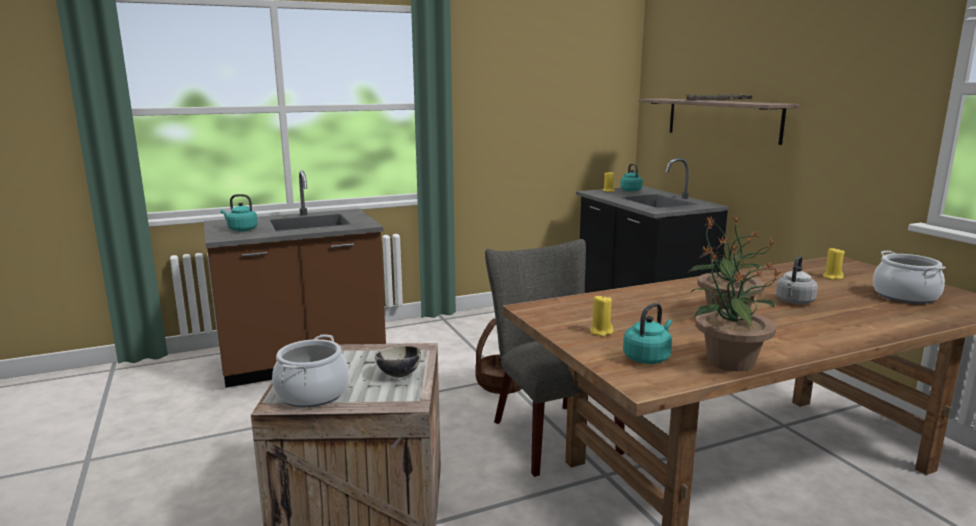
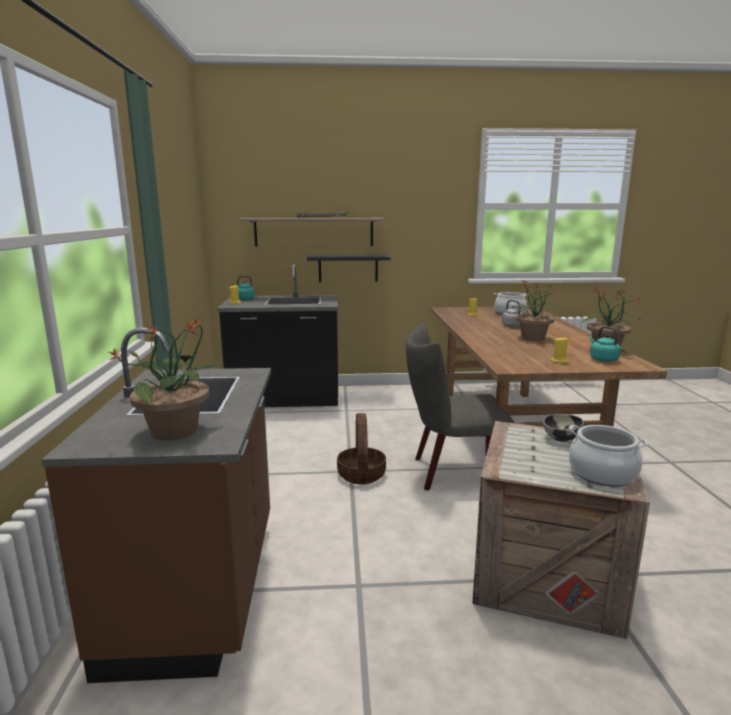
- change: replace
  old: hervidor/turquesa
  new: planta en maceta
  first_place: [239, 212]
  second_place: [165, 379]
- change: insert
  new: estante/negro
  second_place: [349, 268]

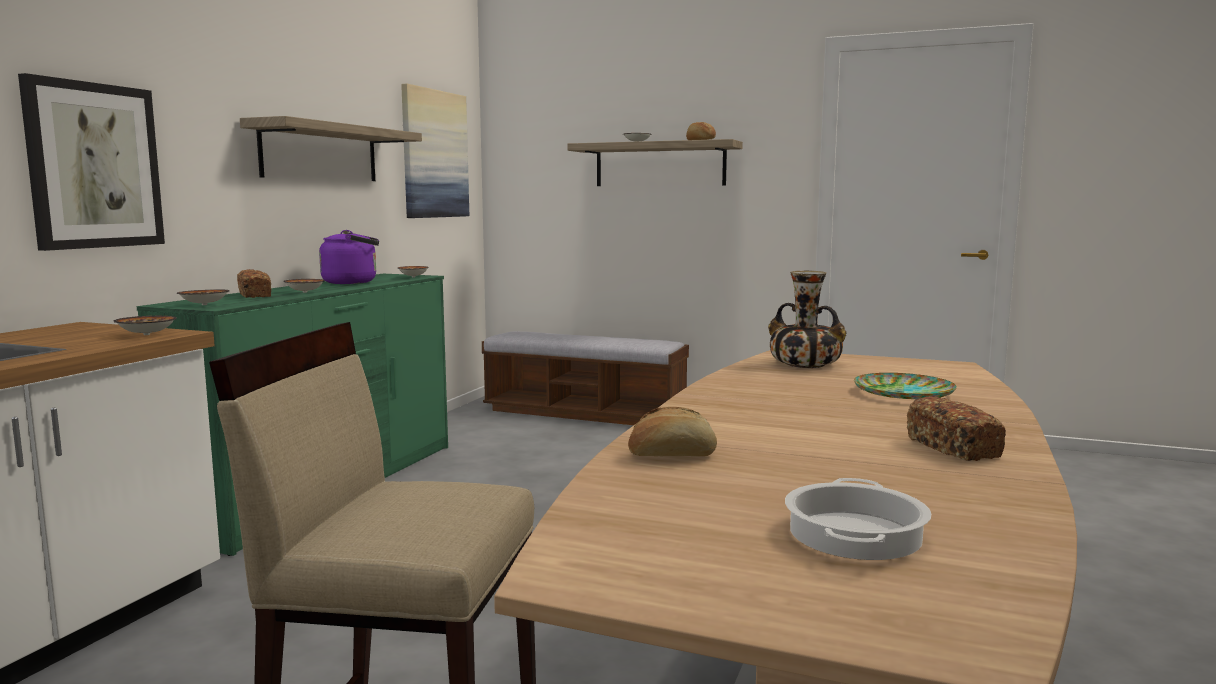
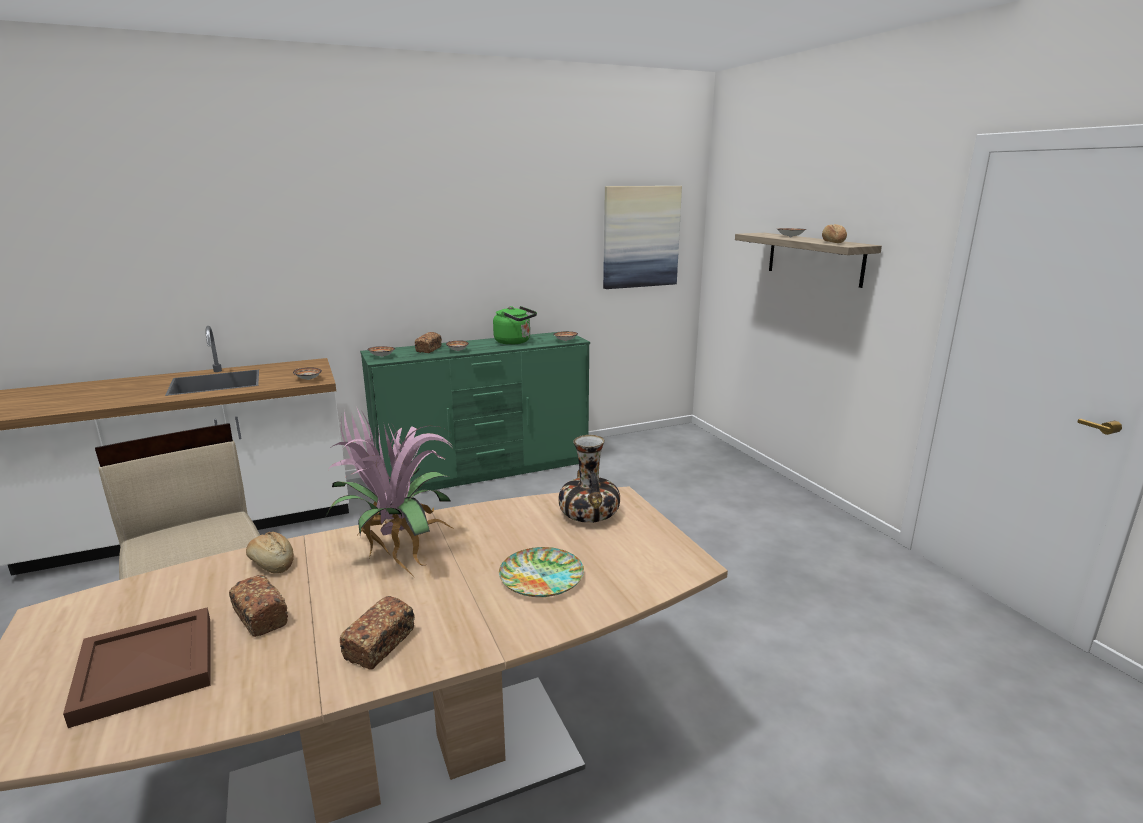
- change: delete
  old: cuadro
  first_place: [91, 162]
- change: delete
  old: estante
  first_place: [331, 148]
- change: recolor
  old: hervidor/morado
  new: hervidor/verde
  first_place: [349, 257]
  second_place: [515, 325]
- change: delete
  old: banco
  first_place: [585, 378]
- change: replace
  old: olla
  new: bandeja/marrón
  first_place: [858, 519]
  second_place: [137, 667]
- change: insert
  new: pan
  second_place: [258, 606]
- change: insert
  new: planta en maceta
  second_place: [390, 494]

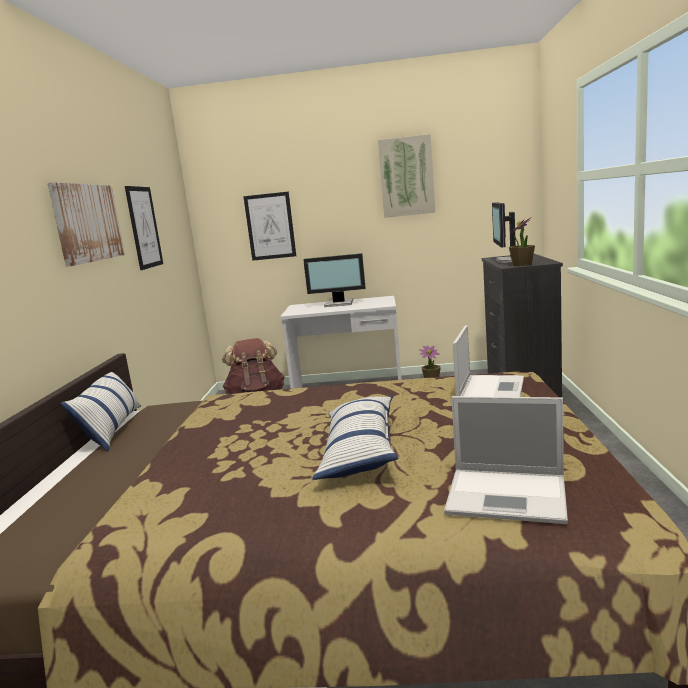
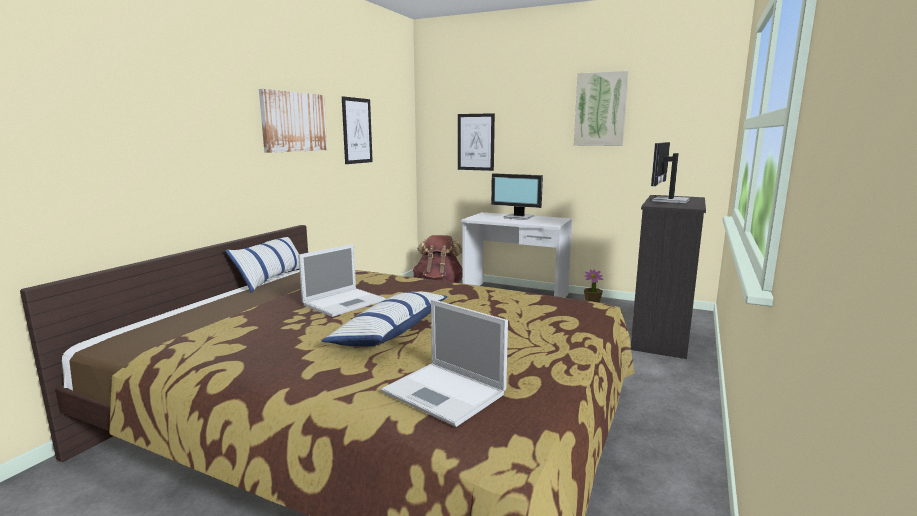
- change: move
  old: portátil
  first_place: [488, 361]
  second_place: [342, 280]
- change: delete
  old: planta en maceta
  first_place: [522, 241]

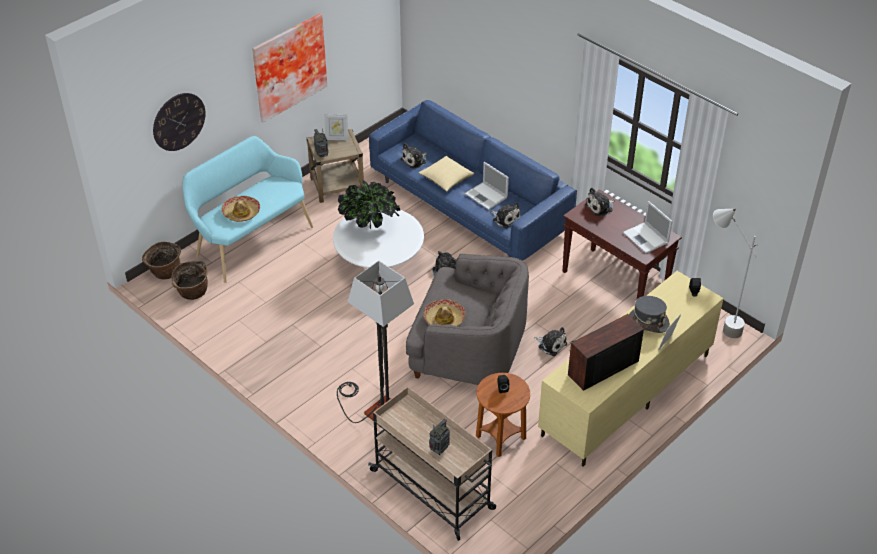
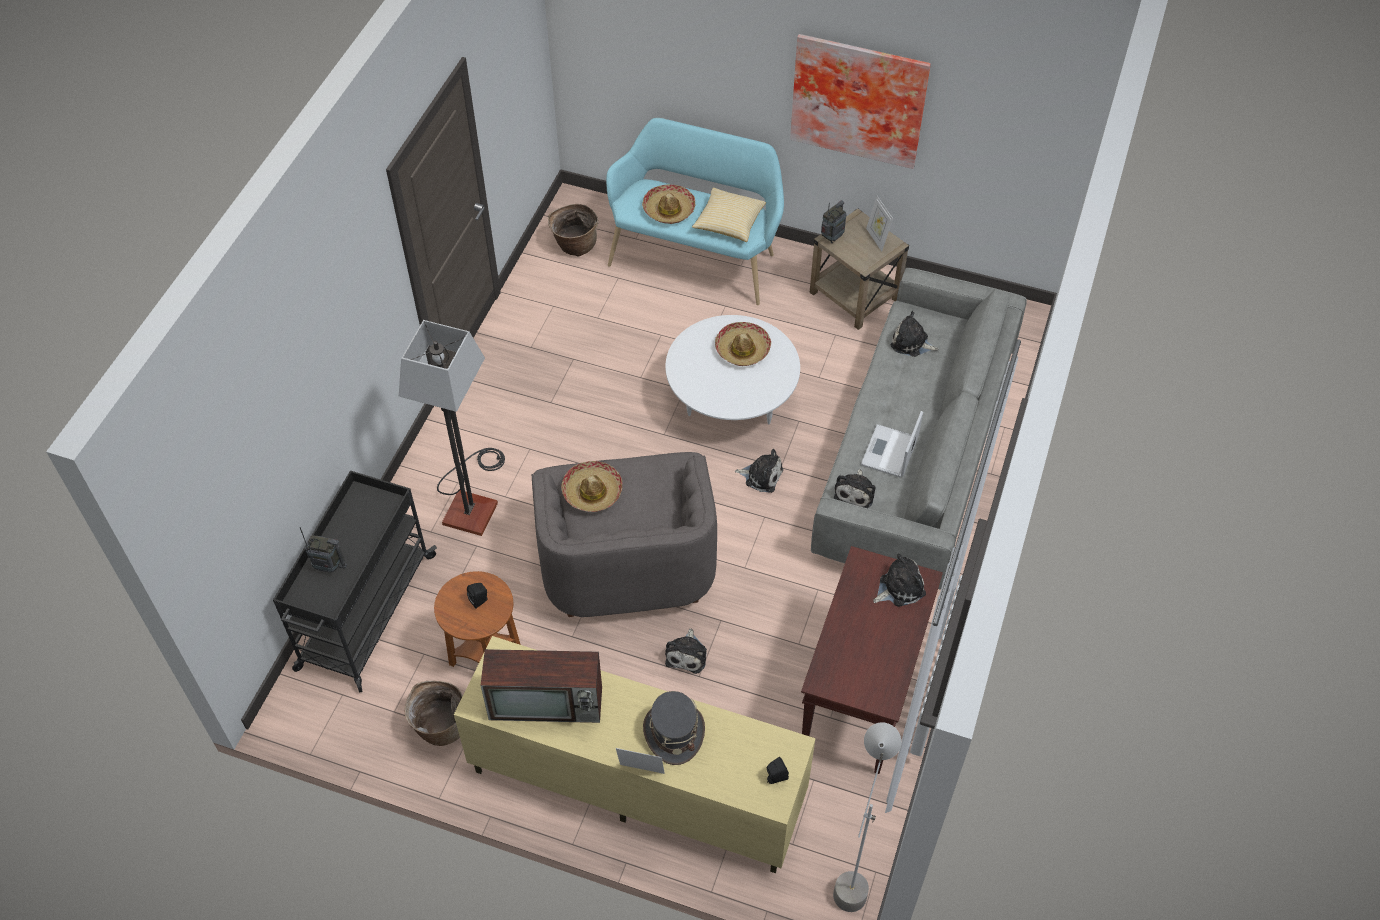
- change: move
  old: cesta
  first_place: [161, 260]
  second_place: [434, 713]
- change: delete
  old: reloj de pared
  first_place: [179, 122]
- change: replace
  old: planta en maceta
  new: sombrero
  first_place: [369, 204]
  second_place: [743, 344]
- change: recolor
  old: carrito/beis
  new: carrito/negro
  first_place: [432, 463]
  second_place: [355, 582]
- change: recolor
  old: sofá/azul
  new: sofá/gris
  first_place: [473, 180]
  second_place: [919, 429]
- change: move
  old: cojín
  first_place: [446, 174]
  second_place: [729, 215]
- change: rotate
  old: televisor
  first_place: [606, 352]
  second_place: [541, 686]
  degrees: 150
- change: rotate
  old: peluche
  first_place: [600, 201]
  second_place: [899, 580]
  degrees: 120
- change: delete
  old: portátil
  first_place: [647, 227]

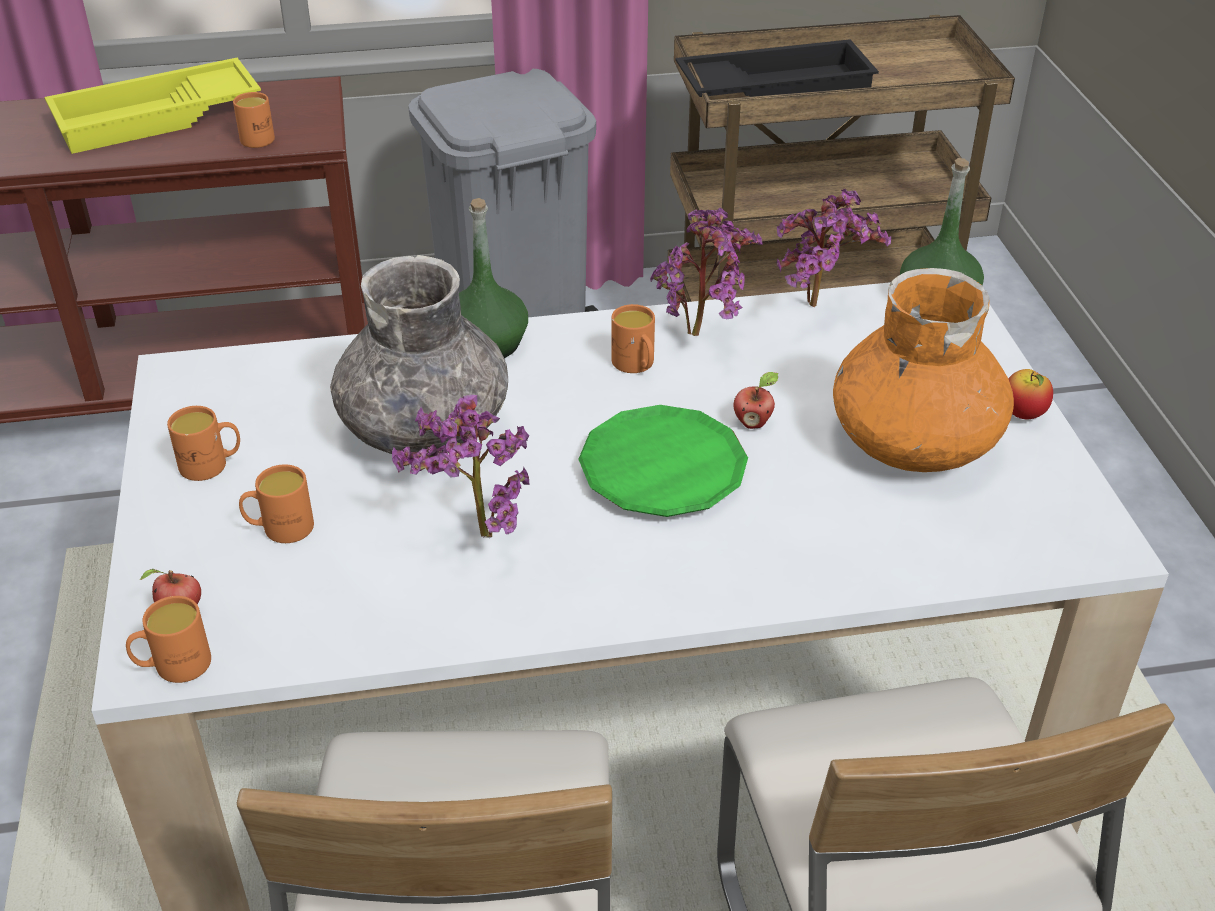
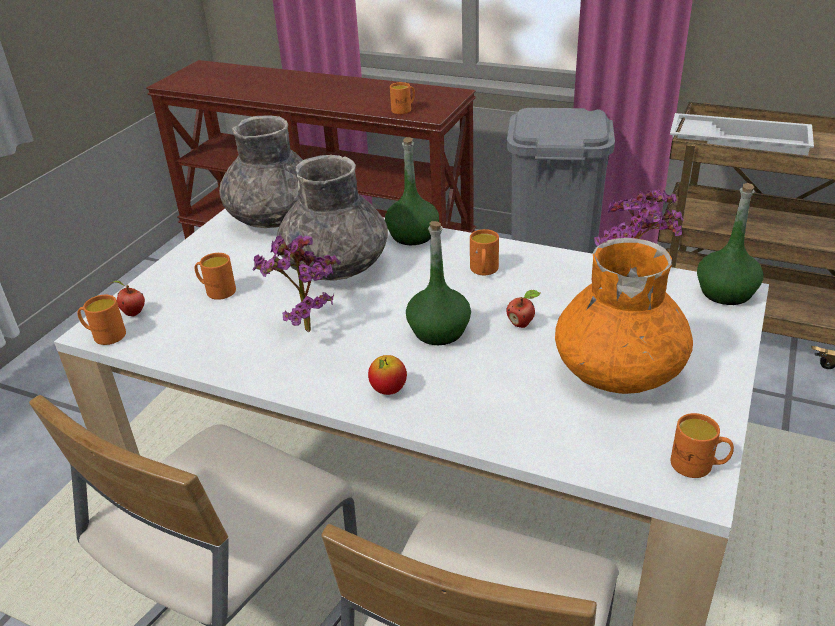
- change: delete
  old: bandeja/amarillo
  first_place: [152, 106]
- change: move
  old: taza grande/naranja
  first_place: [203, 443]
  second_place: [702, 445]
- change: replace
  old: plato/verde
  new: botella/verde
  first_place: [663, 461]
  second_place: [438, 283]
- change: delete
  old: planta en maceta
  first_place: [706, 272]
- change: recolor
  old: bandeja/negro
  new: bandeja/blanco
  first_place: [777, 68]
  second_place: [742, 134]
- change: move
  old: manzana
  first_place: [1030, 394]
  second_place: [387, 375]
- change: insert
  new: florero/gris
  second_place: [261, 171]

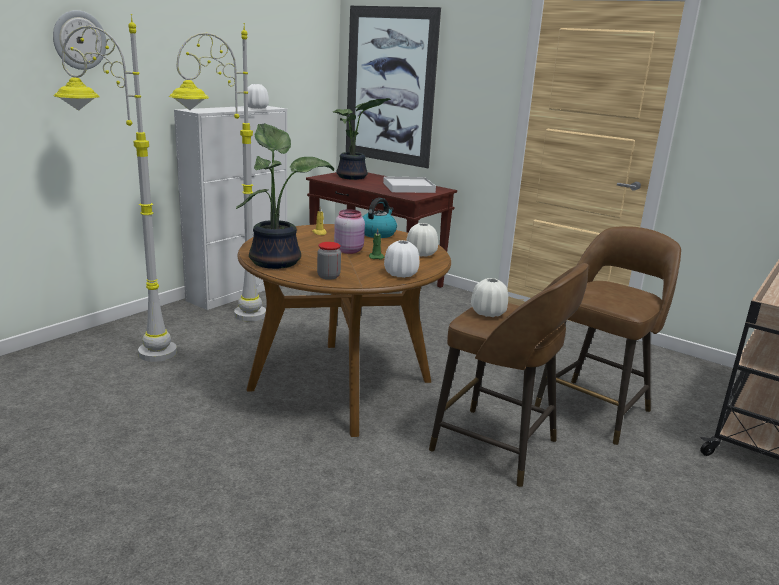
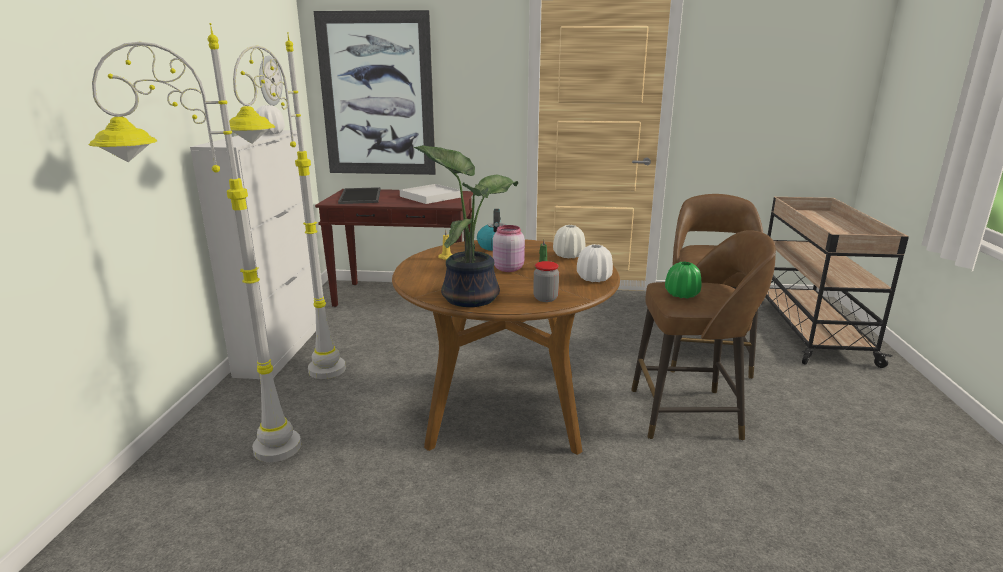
- change: move
  old: reloj de pared
  first_place: [79, 40]
  second_place: [270, 81]
- change: replace
  old: planta en maceta
  new: bandeja
  first_place: [362, 139]
  second_place: [359, 195]
- change: recolor
  old: florero/blanco
  new: florero/verde
  first_place: [489, 297]
  second_place: [683, 280]

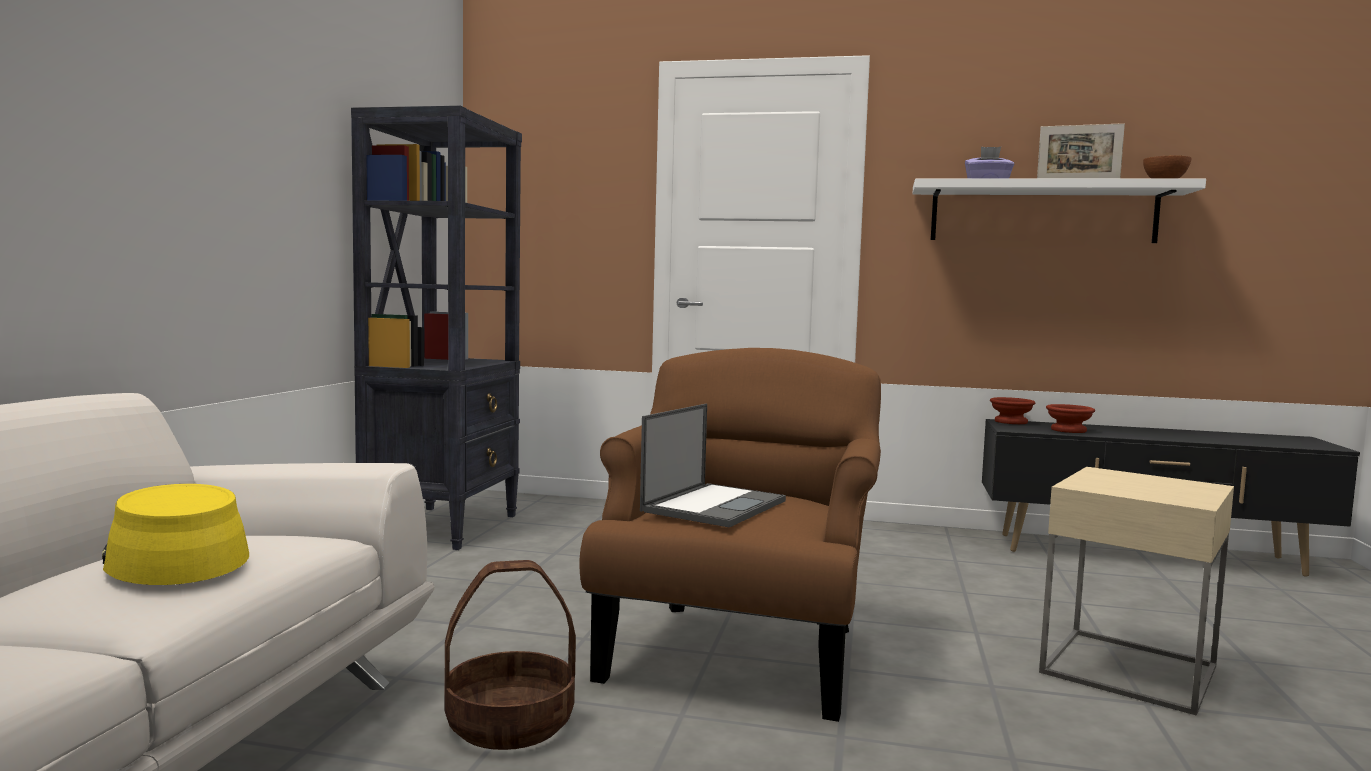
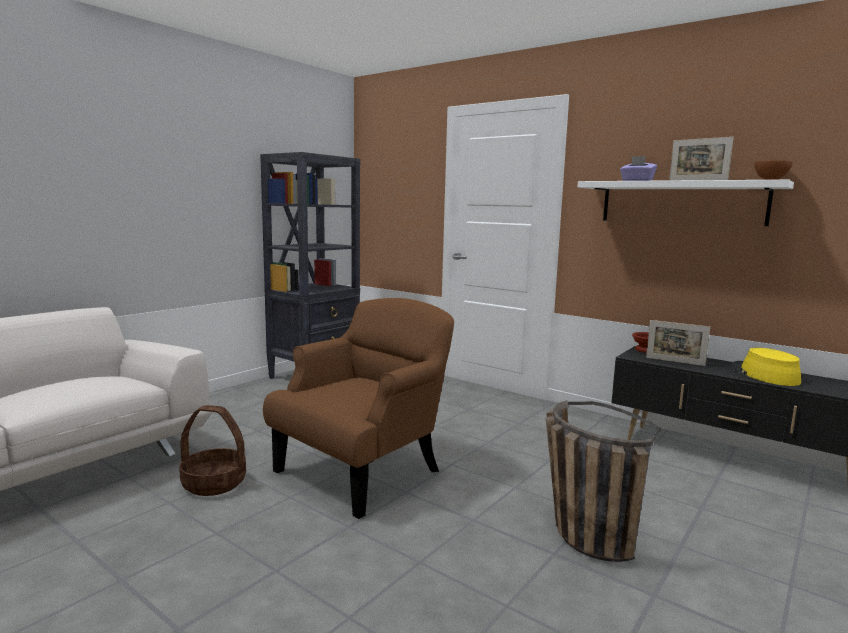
- change: move
  old: sombrero/amarillo
  first_place: [175, 534]
  second_place: [766, 367]
- change: delete
  old: portátil
  first_place: [713, 466]
- change: replace
  old: mesa auxiliar/beis
  new: cesta
  first_place: [1136, 591]
  second_place: [603, 481]
- change: replace
  old: cuenco/marrón
  new: portarretratos
  first_place: [1070, 418]
  second_place: [678, 343]

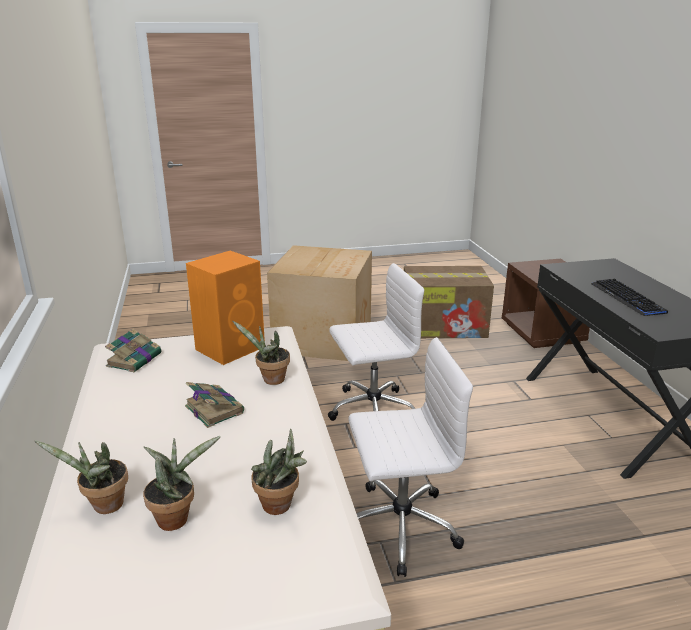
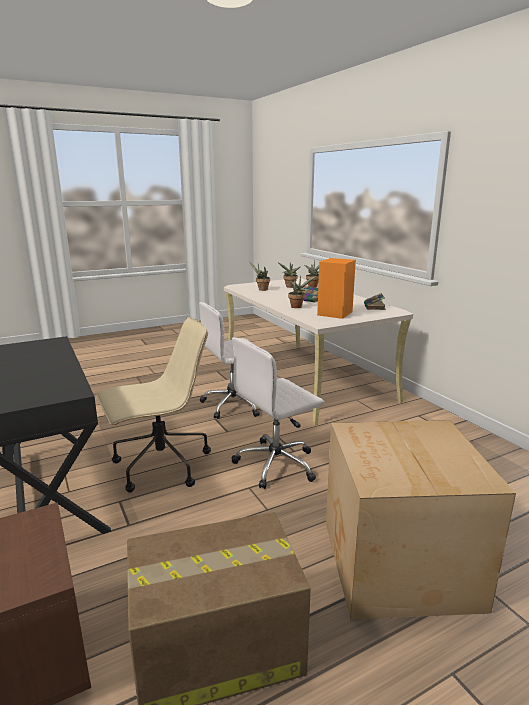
- change: delete
  old: teclado
  first_place: [629, 297]
- change: insert
  new: silla de oficina/beis
  second_place: [153, 405]

